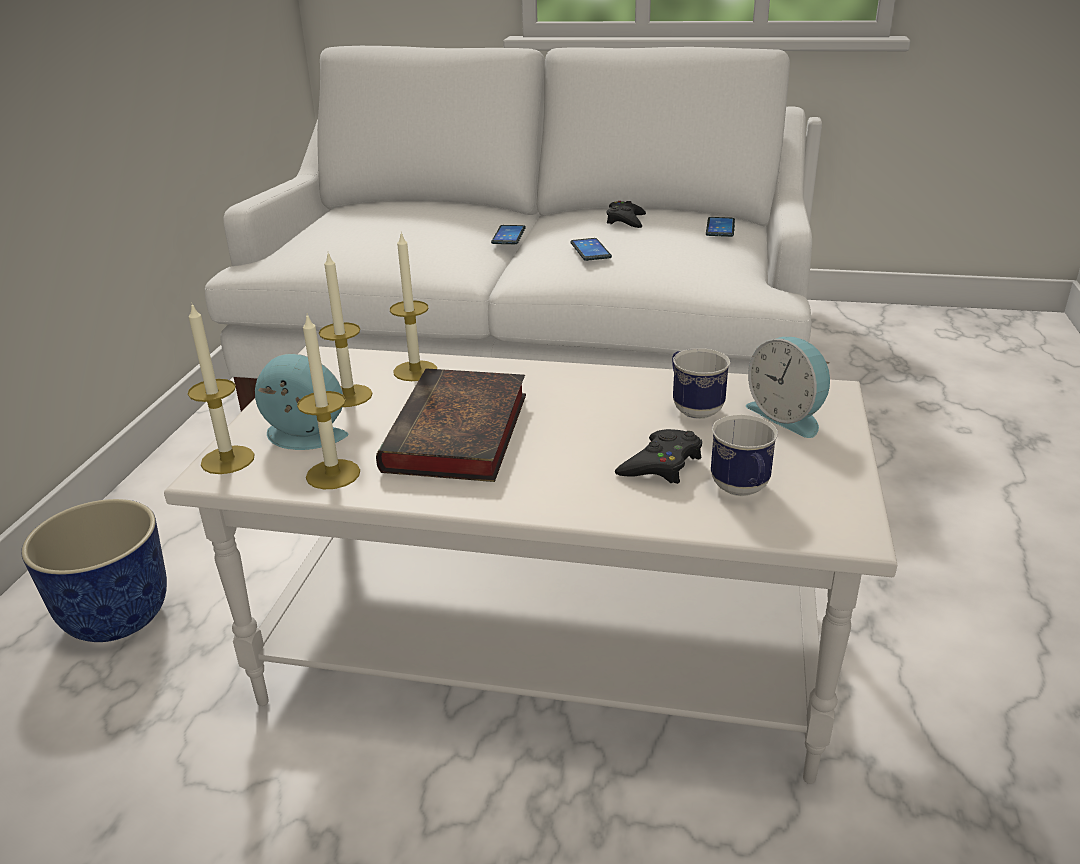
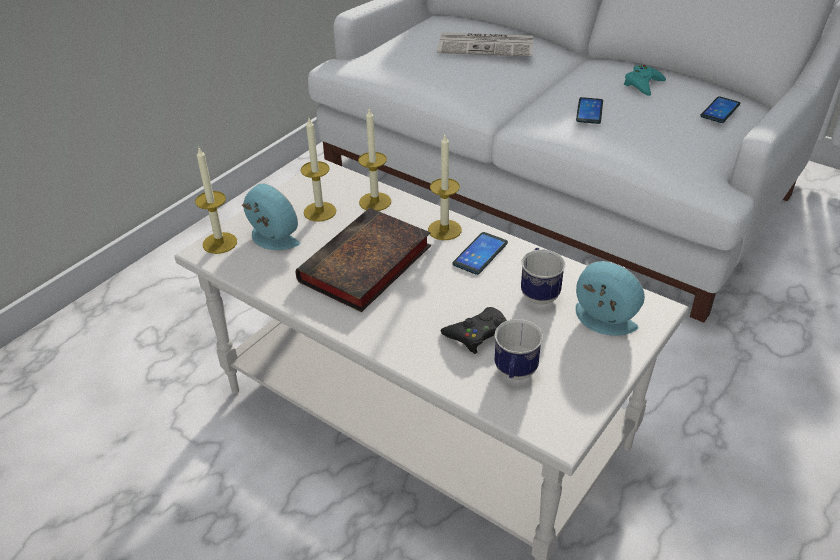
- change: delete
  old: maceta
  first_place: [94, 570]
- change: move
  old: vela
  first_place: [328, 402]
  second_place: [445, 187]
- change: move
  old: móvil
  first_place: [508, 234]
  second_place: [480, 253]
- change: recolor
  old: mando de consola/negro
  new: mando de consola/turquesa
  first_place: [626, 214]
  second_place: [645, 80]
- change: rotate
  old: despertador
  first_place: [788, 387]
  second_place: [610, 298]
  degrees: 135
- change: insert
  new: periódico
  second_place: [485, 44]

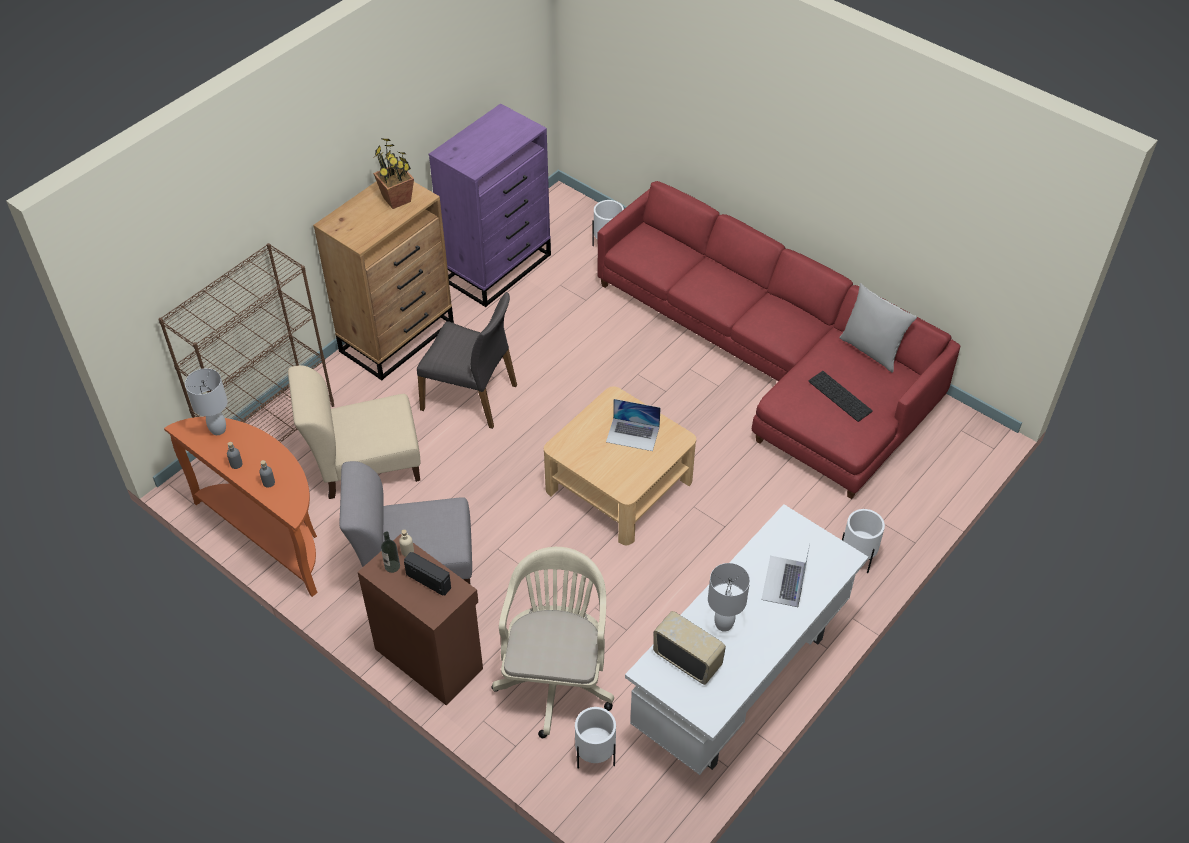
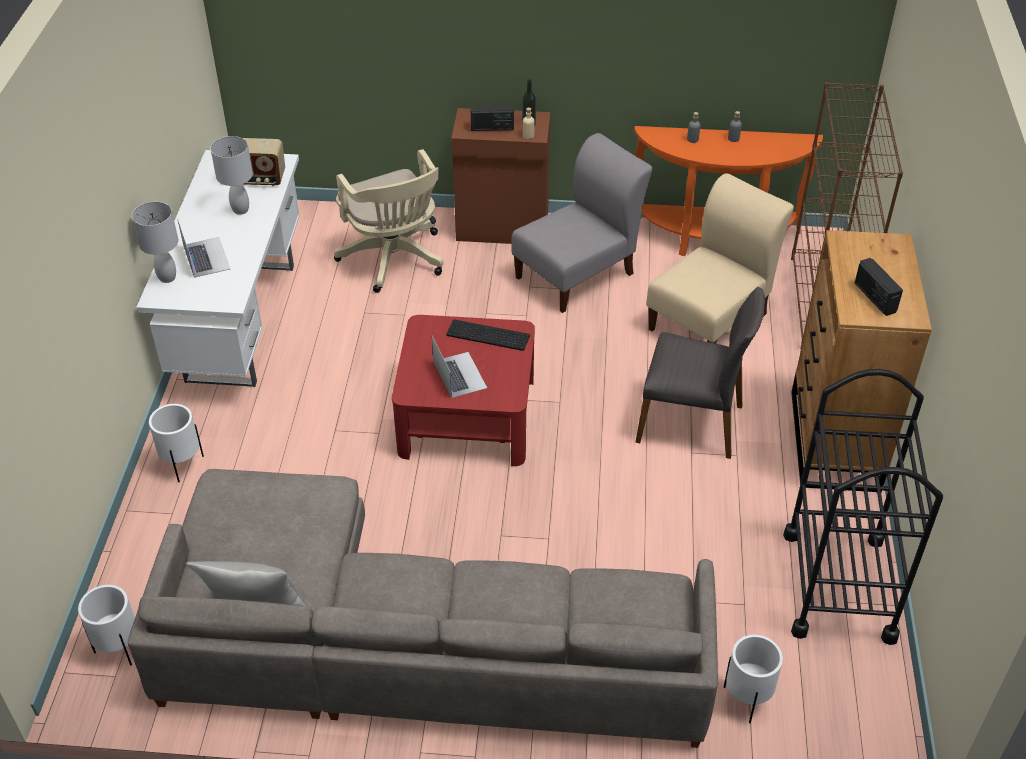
- change: move
  old: lámpara de mesa/blanco
  first_place: [206, 401]
  second_place: [155, 242]
- change: replace
  old: planta en maceta
  new: radio
  first_place: [393, 173]
  second_place: [879, 287]
- change: rotate
  old: silla/gris
  first_place: [467, 360]
  second_place: [700, 373]
  degrees: -150
- change: replace
  old: cómoda/morado
  new: carrito/negro
  first_place: [490, 205]
  second_place: [863, 507]
- change: recolor
  old: mesa de centro/beis
  new: mesa de centro/rojo
  first_place: [620, 465]
  second_place: [463, 390]
- change: move
  old: maceta/blanco
  first_place: [595, 738]
  second_place: [106, 625]
- change: recolor
  old: sofá/rojo
  new: sofá/gris
  first_place: [778, 340]
  second_place: [423, 608]
- change: rotate
  old: portátil
  first_place: [633, 425]
  second_place: [459, 367]
  degrees: 90
- change: move
  old: teclado
  first_place: [840, 396]
  second_place: [488, 335]

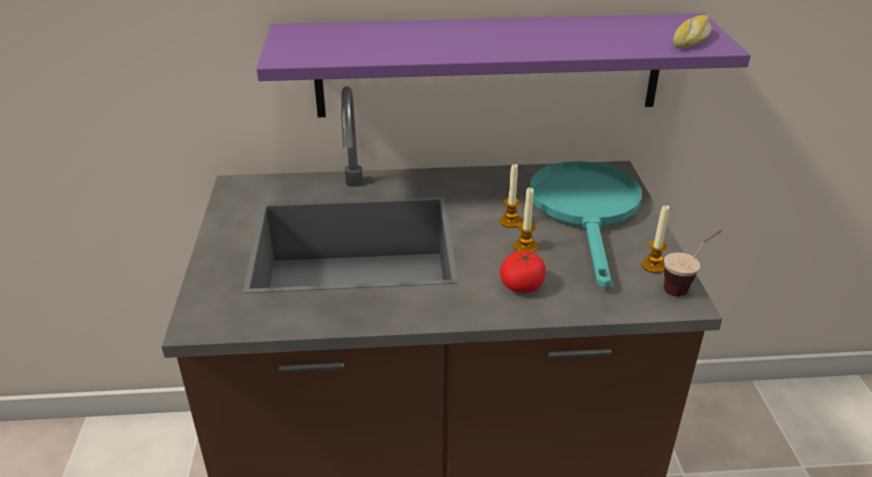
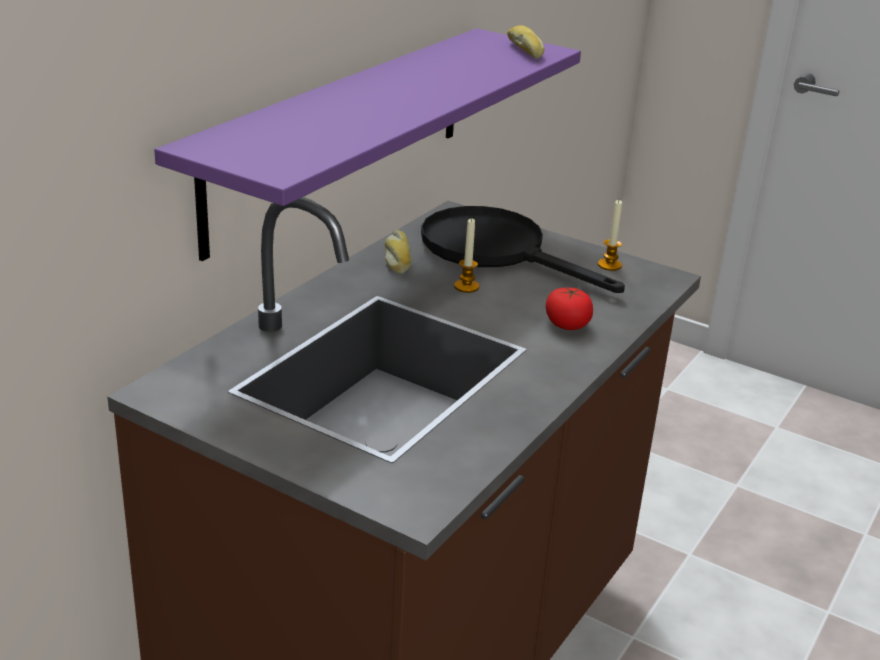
- change: delete
  old: vela
  first_place: [525, 220]
- change: recolor
  old: sartén/turquesa
  new: sartén/negro
  first_place: [585, 224]
  second_place: [523, 249]
- change: delete
  old: taza
  first_place: [693, 263]
- change: insert
  new: pan
  second_place: [398, 252]

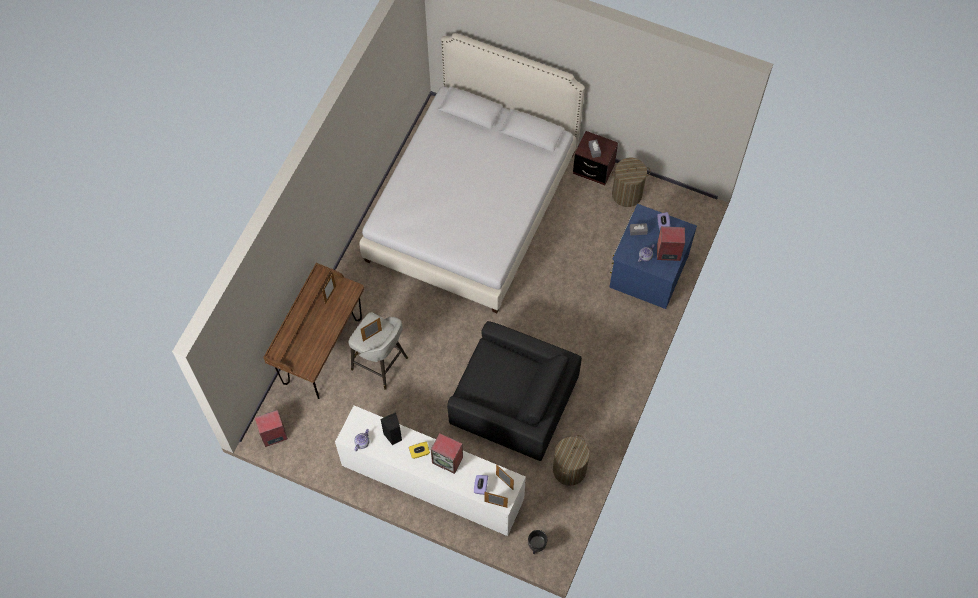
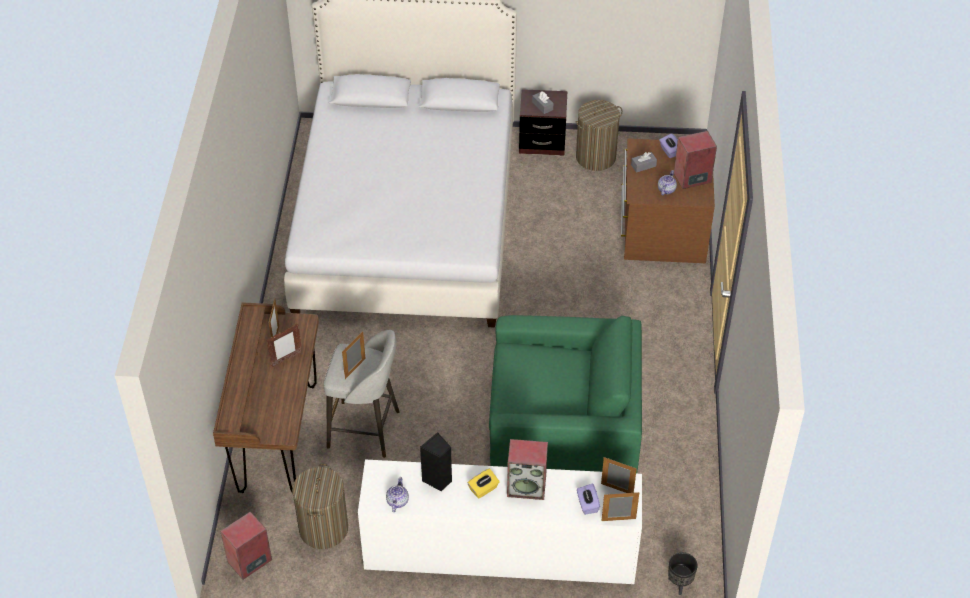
- change: recolor
  old: sillón/negro
  new: sillón/verde
  first_place: [514, 391]
  second_place: [565, 394]
- change: move
  old: cesto de la ropa
  first_place: [571, 460]
  second_place: [320, 506]
- change: recolor
  old: cómoda/azul
  new: cómoda/marrón
  first_place: [653, 256]
  second_place: [668, 200]
- change: insert
  new: portarretratos
  second_place: [284, 345]

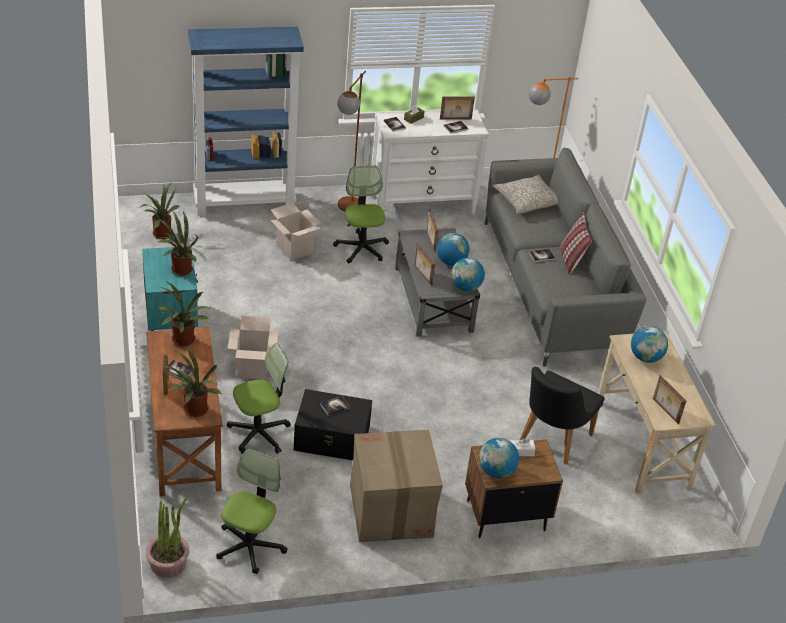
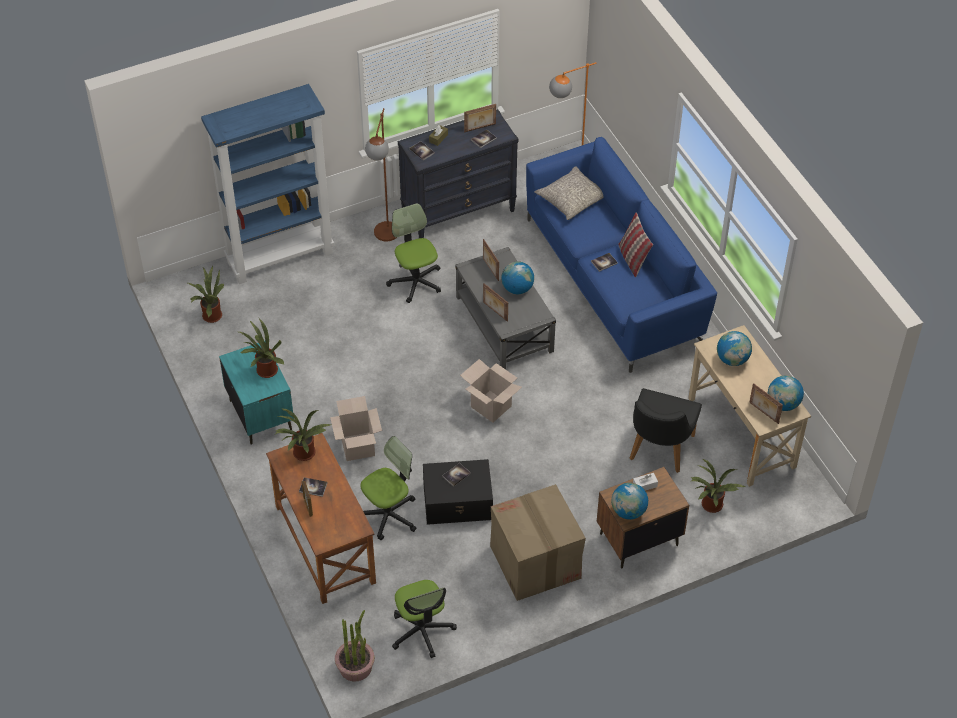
- change: move
  old: planta en maceta
  first_place: [191, 381]
  second_place: [718, 486]
- change: rotate
  old: silla de oficina
  first_place: [251, 511]
  second_place: [424, 619]
  degrees: 150
- change: move
  old: caja de cartón
  first_place: [296, 231]
  second_place: [491, 391]
- change: recolor
  old: cómoda/blanco
  new: cómoda/negro
  first_place: [429, 162]
  second_place: [458, 173]
- change: move
  old: globo terráqueo
  first_place: [468, 274]
  second_place: [786, 393]
- change: recolor
  old: sofá/gris
  new: sofá/azul
  first_place: [565, 257]
  second_place: [621, 255]

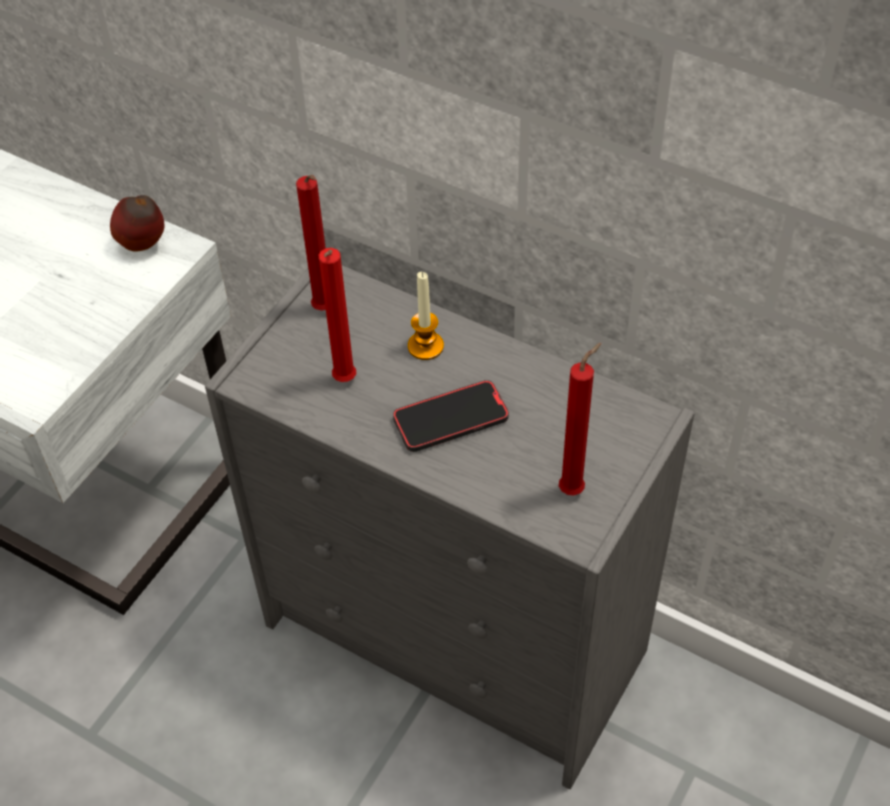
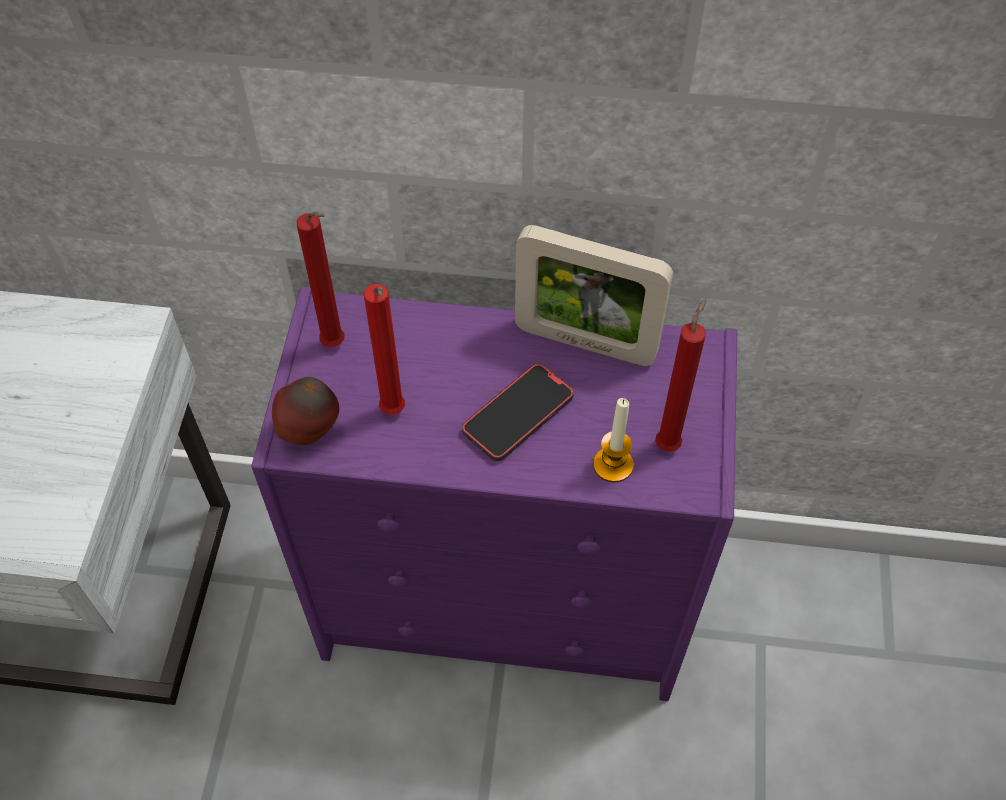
- change: move
  old: manzana
  first_place: [137, 223]
  second_place: [305, 411]
- change: recolor
  old: cómoda/gris
  new: cómoda/morado
  first_place: [450, 527]
  second_place: [494, 494]
- change: move
  old: vela
  first_place: [426, 316]
  second_place: [613, 440]
- change: insert
  new: portarretratos
  second_place: [594, 295]

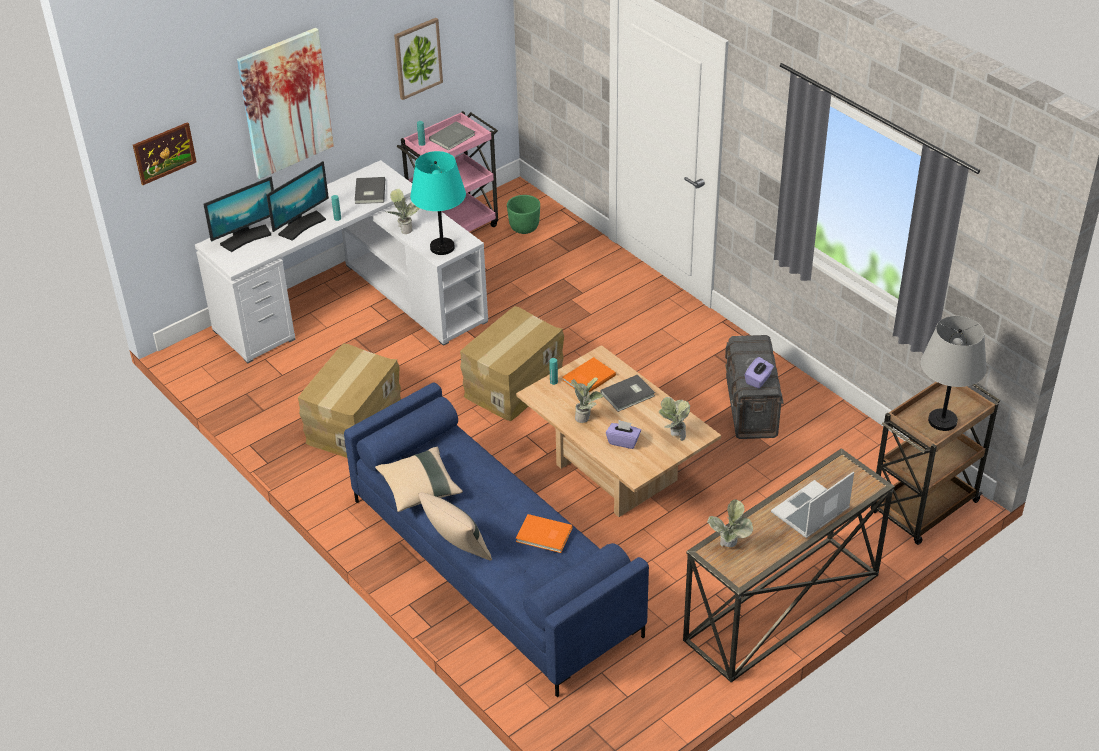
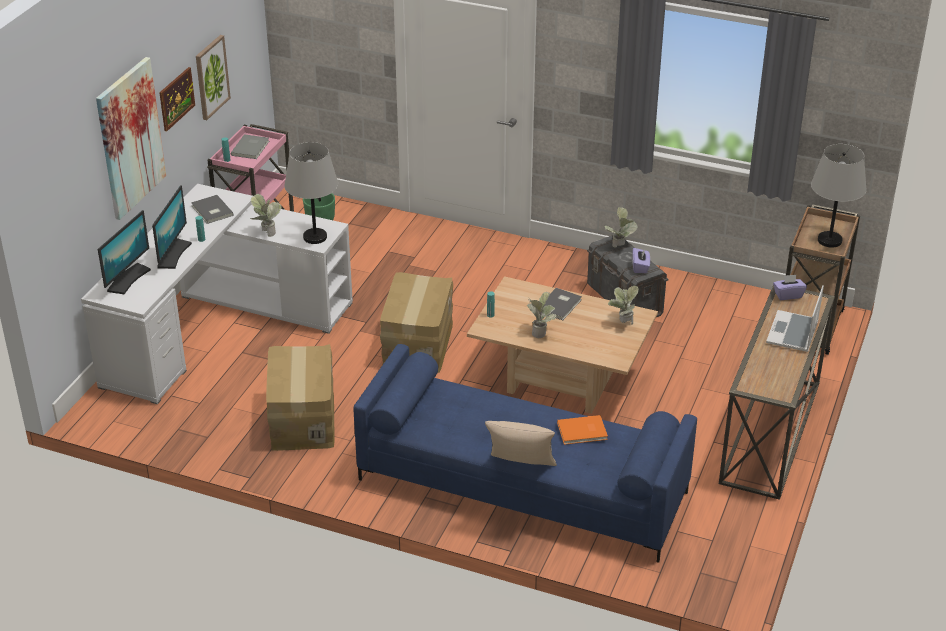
- change: move
  old: cuadro
  first_place: [165, 153]
  second_place: [177, 99]
- change: delete
  old: cojín/beis
  first_place: [419, 479]
- change: recolor
  old: lámpara de mesa/turquesa
  new: lámpara de mesa/gris
  first_place: [438, 203]
  second_place: [311, 193]
- change: delete
  old: libro/naranja
  first_place: [589, 374]
- change: move
  old: caja de pañuelos/morado
  first_place: [623, 434]
  second_place: [790, 287]
- change: move
  old: planta en maceta
  first_place: [730, 523]
  second_place: [621, 227]

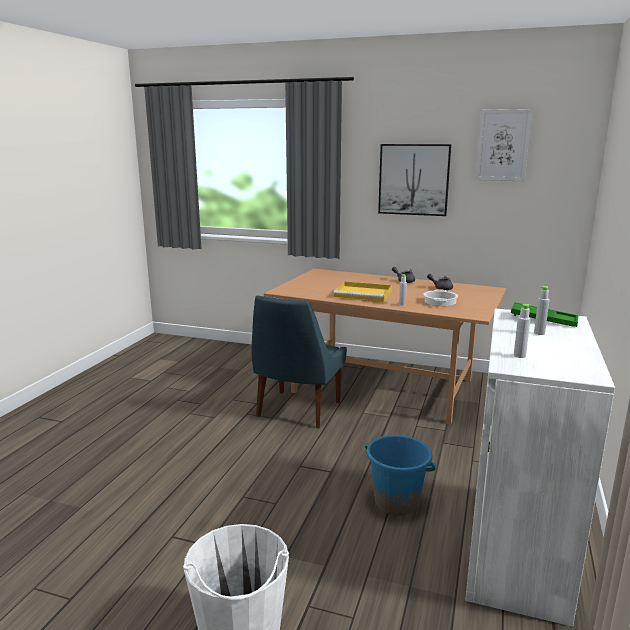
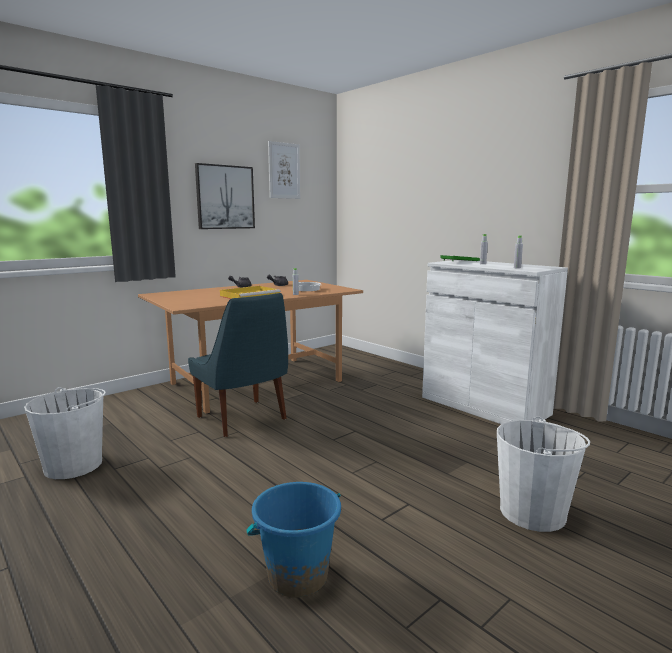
- change: move
  old: cubo/azul
  first_place: [400, 475]
  second_place: [293, 540]
- change: insert
  new: cubo/blanco
  second_place: [65, 433]

